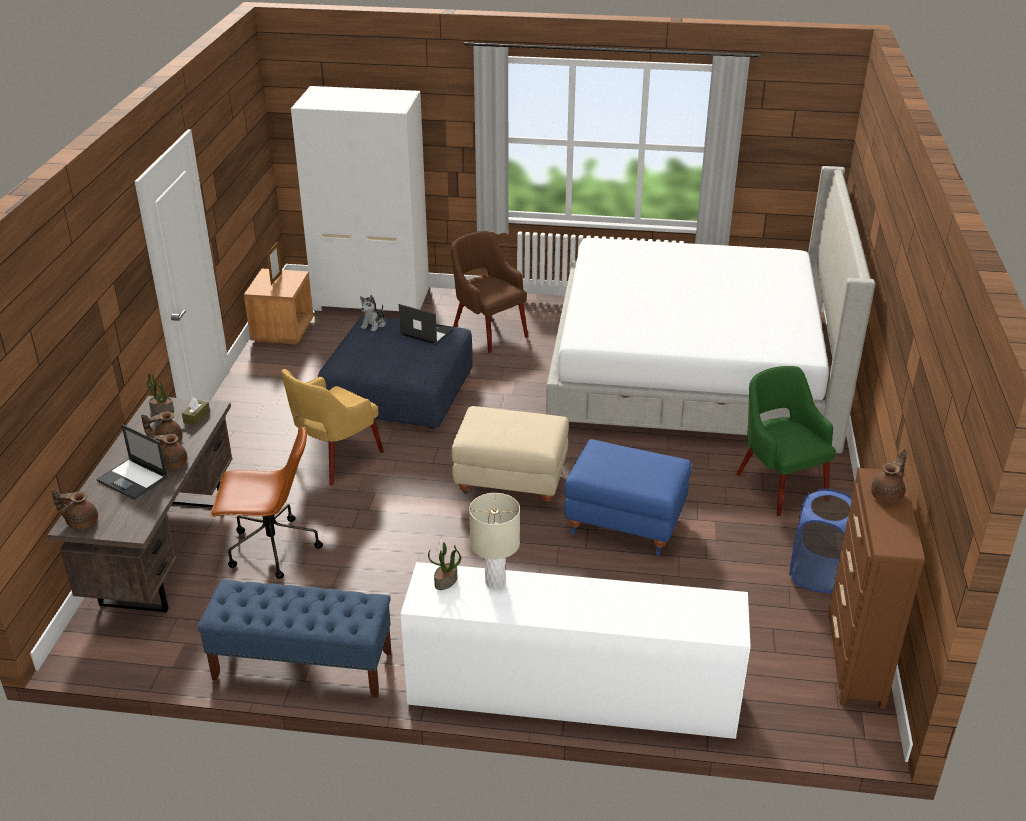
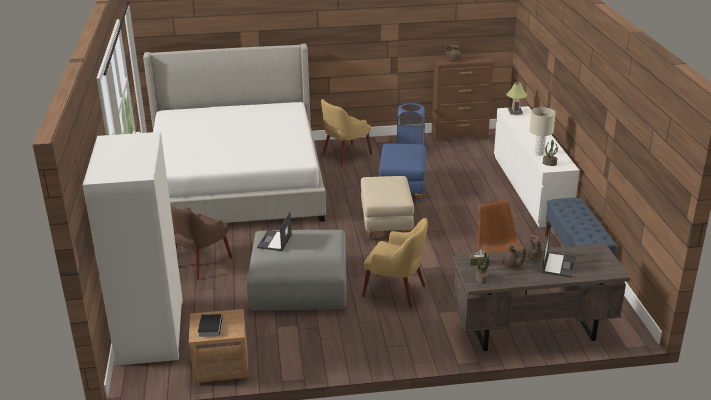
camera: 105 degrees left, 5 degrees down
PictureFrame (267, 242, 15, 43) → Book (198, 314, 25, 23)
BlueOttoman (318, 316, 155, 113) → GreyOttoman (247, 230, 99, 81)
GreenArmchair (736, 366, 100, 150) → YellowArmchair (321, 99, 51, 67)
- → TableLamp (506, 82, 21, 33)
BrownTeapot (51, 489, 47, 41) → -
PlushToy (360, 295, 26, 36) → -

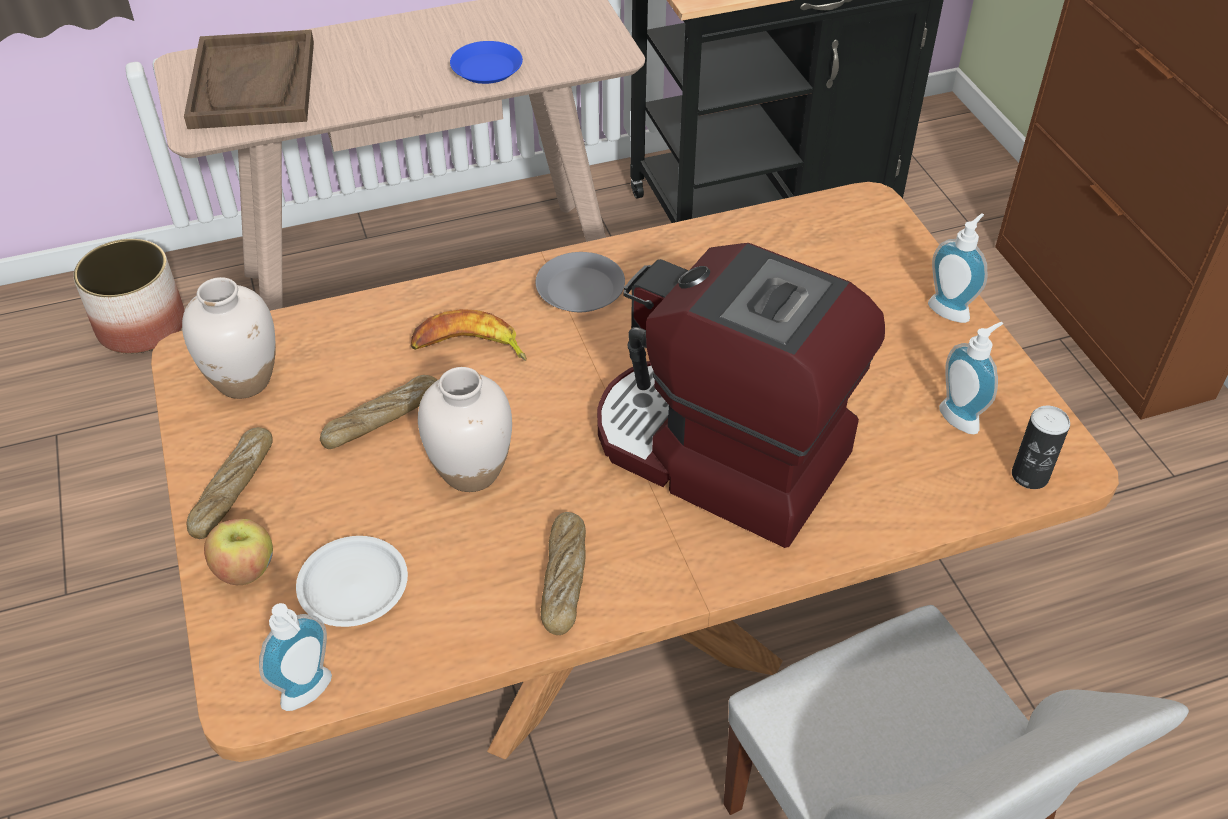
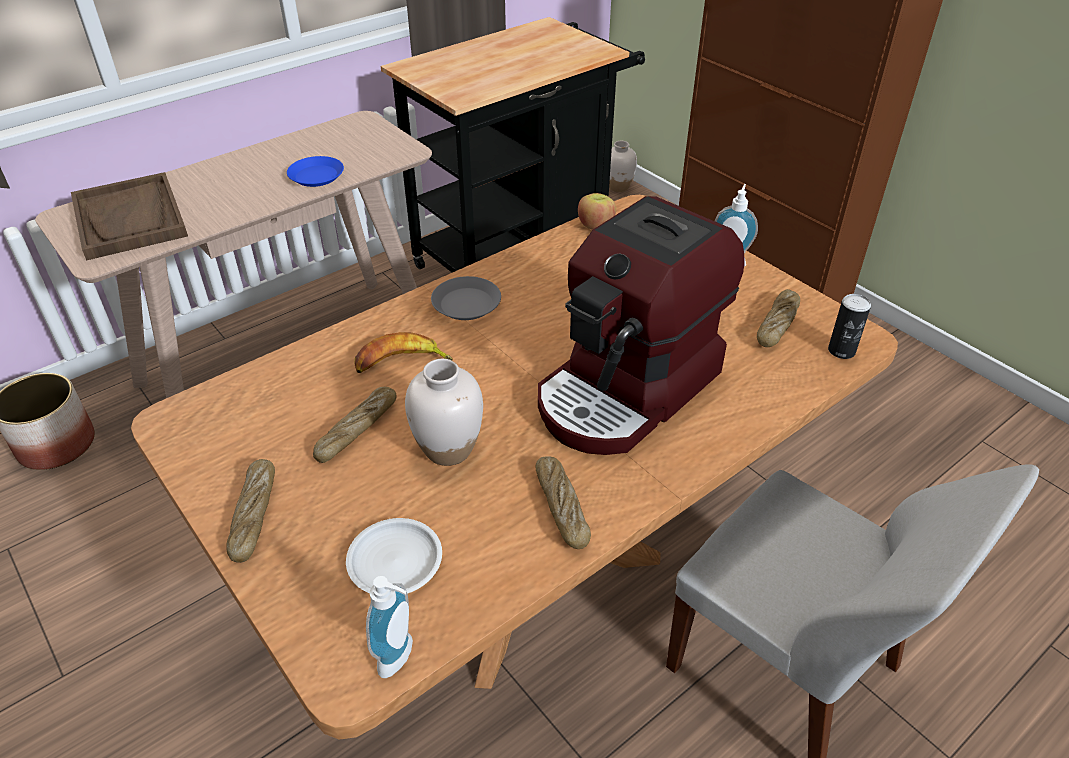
camera: 20 degrees left, 5 degrees down
CoffeeMachine (597, 243, 288, 305) → CoffeeMachine (538, 196, 207, 259), 60 degrees counterclockwise
Apple (204, 519, 69, 66) → Apple (578, 193, 38, 37), relocated
WhiteVase (182, 277, 94, 122) → WhiteVase (609, 141, 28, 51), relocated
SoapDispenser (939, 322, 64, 112) → Bread (757, 289, 43, 58)

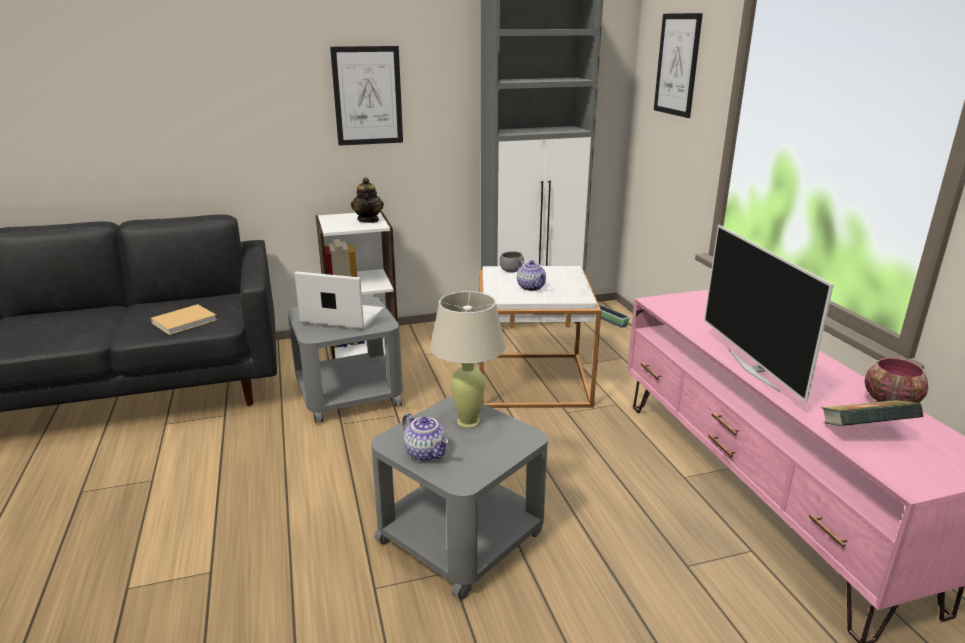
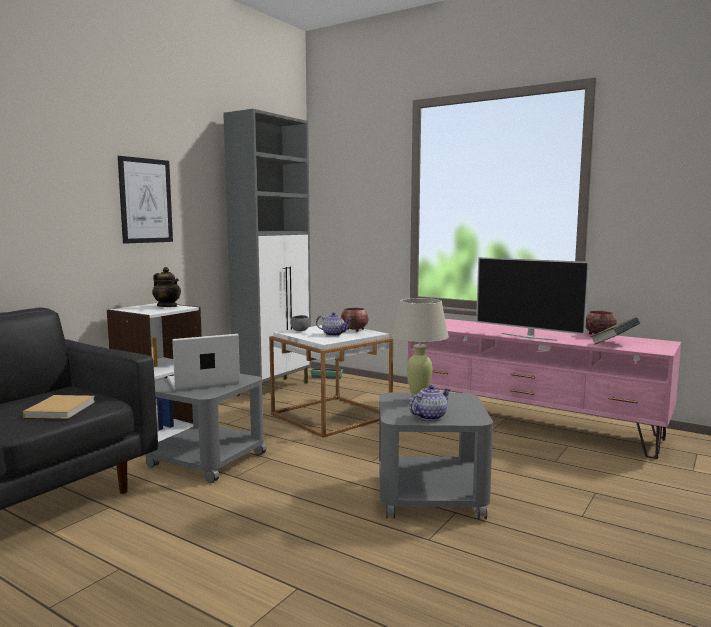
camera: 40 degrees left, 15 degrees down
- → Bowl (341, 308, 28, 24)
Teapot (402, 413, 47, 48) → Teapot (409, 385, 42, 36), 45 degrees counterclockwise
Picture (654, 13, 49, 105) → -

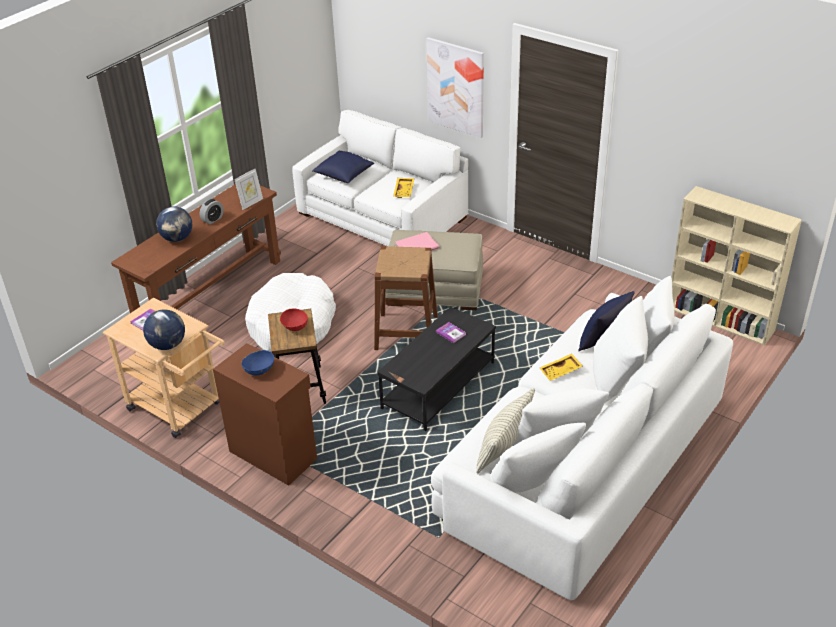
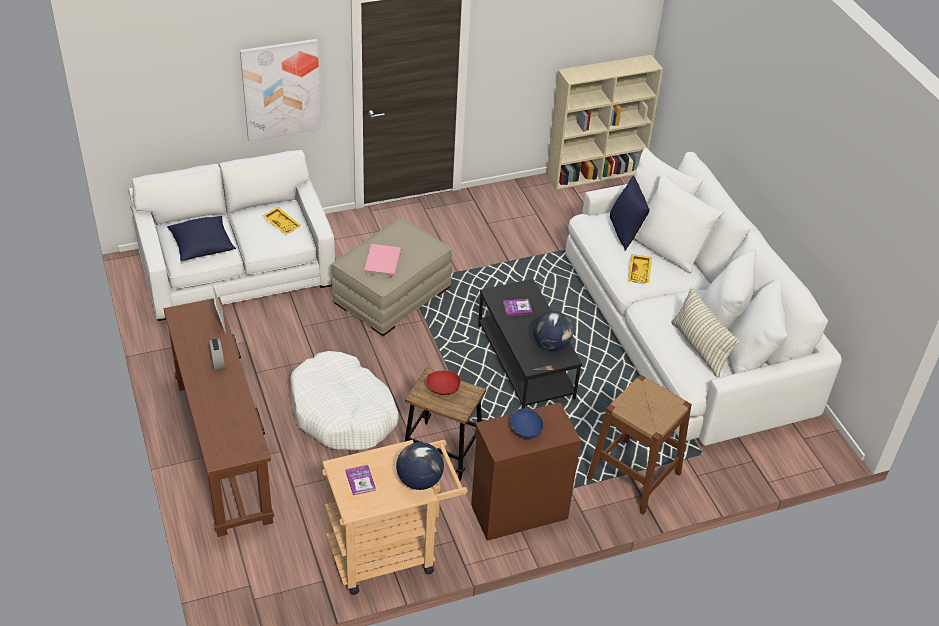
camera: 60 degrees left, 5 degrees up
Globe (156, 206, 36, 36) → Globe (534, 311, 39, 40), relocated
BrownStool (374, 246, 64, 104) → BrownStool (587, 375, 105, 140), relocated

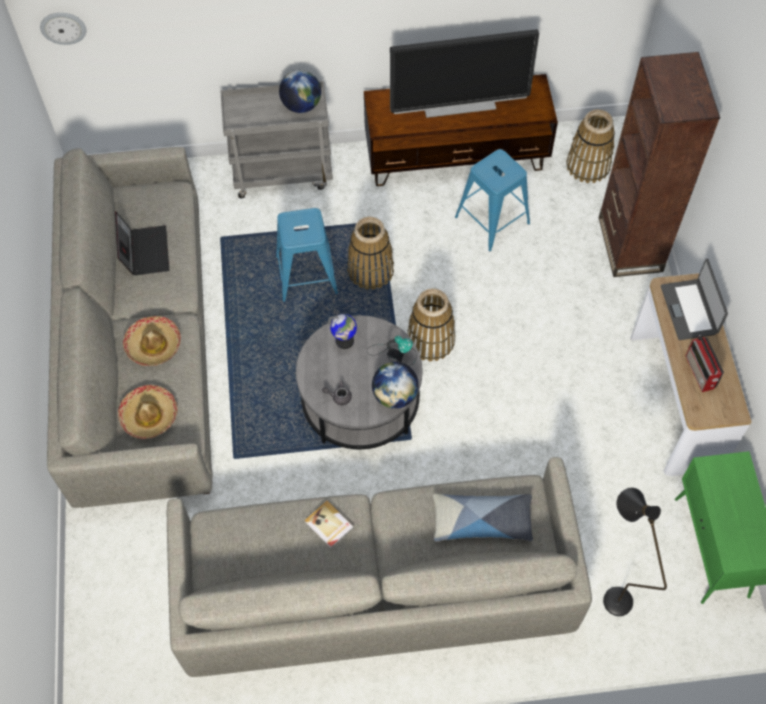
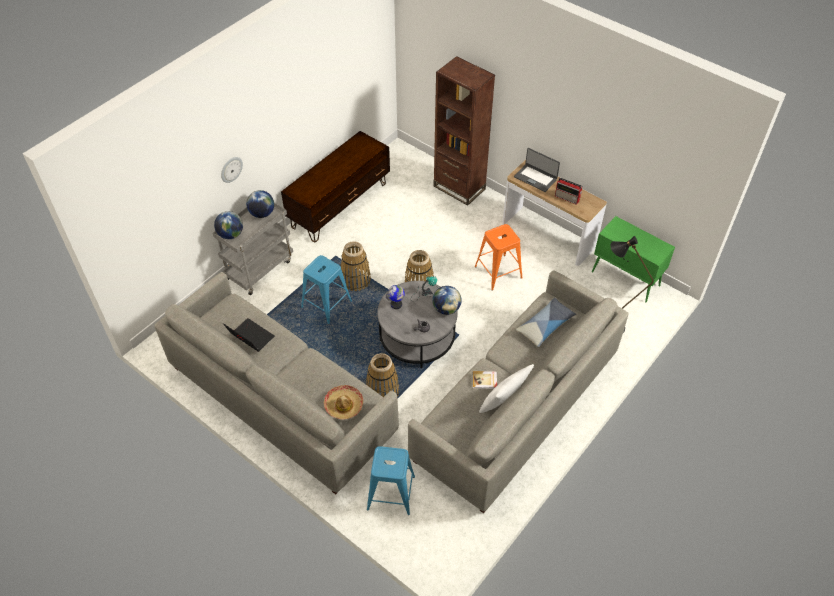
camera: 45 degrees left, 10 degrees down
- → Globe (214, 211, 29, 28)
WallClock (40, 13, 47, 32) → WallClock (221, 157, 22, 26), relocated
Basket (566, 109, 49, 74) → Basket (366, 353, 33, 44), relocated
BlueStool (455, 149, 75, 102) → BlueStool (367, 446, 48, 69), relocated
- → OrangeStool (475, 224, 47, 66)
- → WhitePillow (479, 364, 55, 49)
Hat (123, 316, 58, 50) → -
Television (390, 29, 149, 89) → -

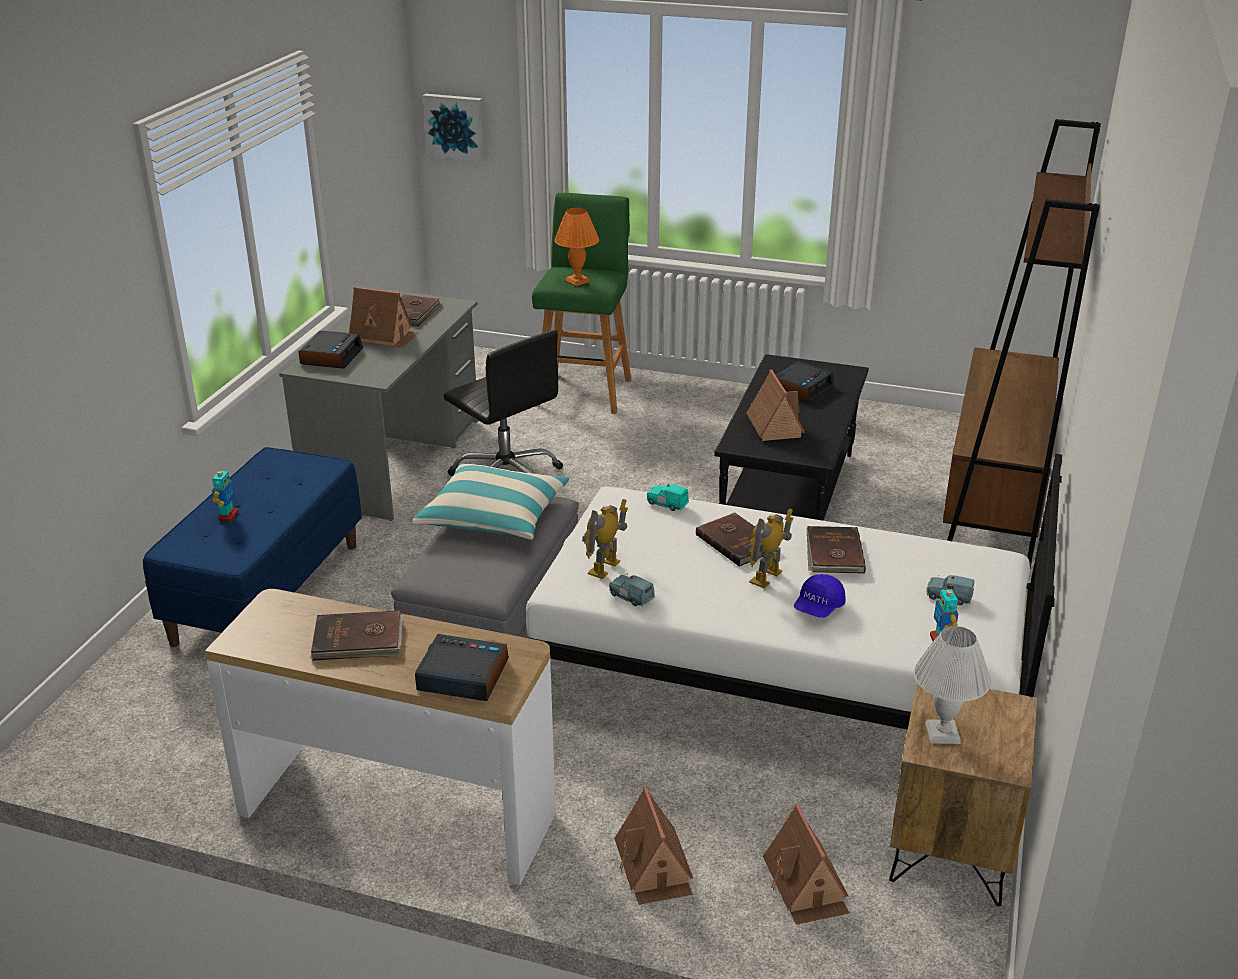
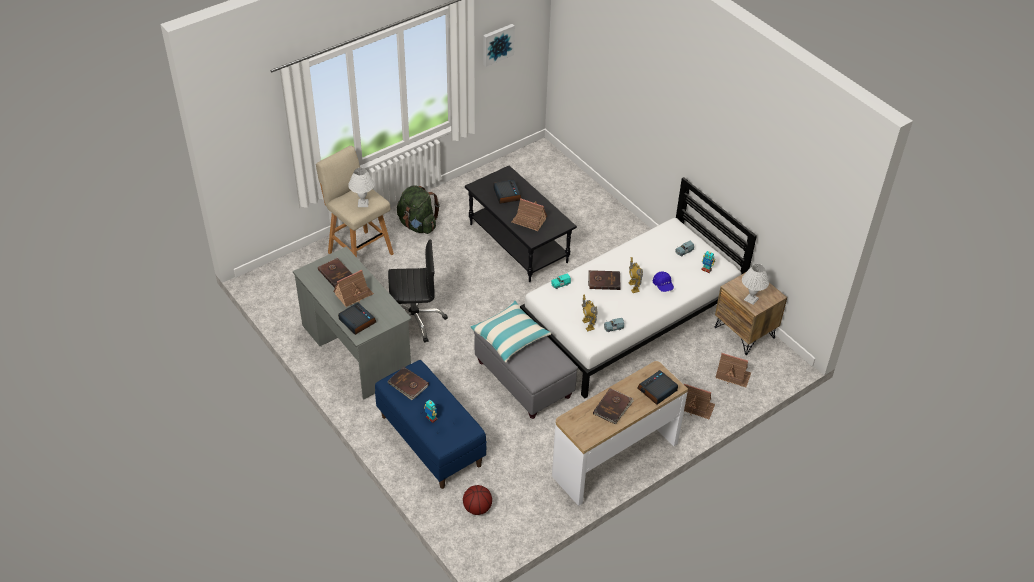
camera: 55 degrees left, 15 degrees up
GreenStool (532, 193, 99, 221) → BeigeStool (316, 145, 78, 112)
OrangeTableLamp (554, 208, 45, 78) → WhiteTableLamp (348, 168, 27, 39)
BrownBook (806, 526, 60, 48) → BrownBook (387, 367, 42, 33), relocated
- → GreenBackpack (397, 185, 43, 49)
- → Basketball (463, 485, 29, 30)
Picture (422, 94, 64, 68) → Picture (483, 24, 32, 43), relocated
BrownBookcase (942, 119, 159, 449) → -

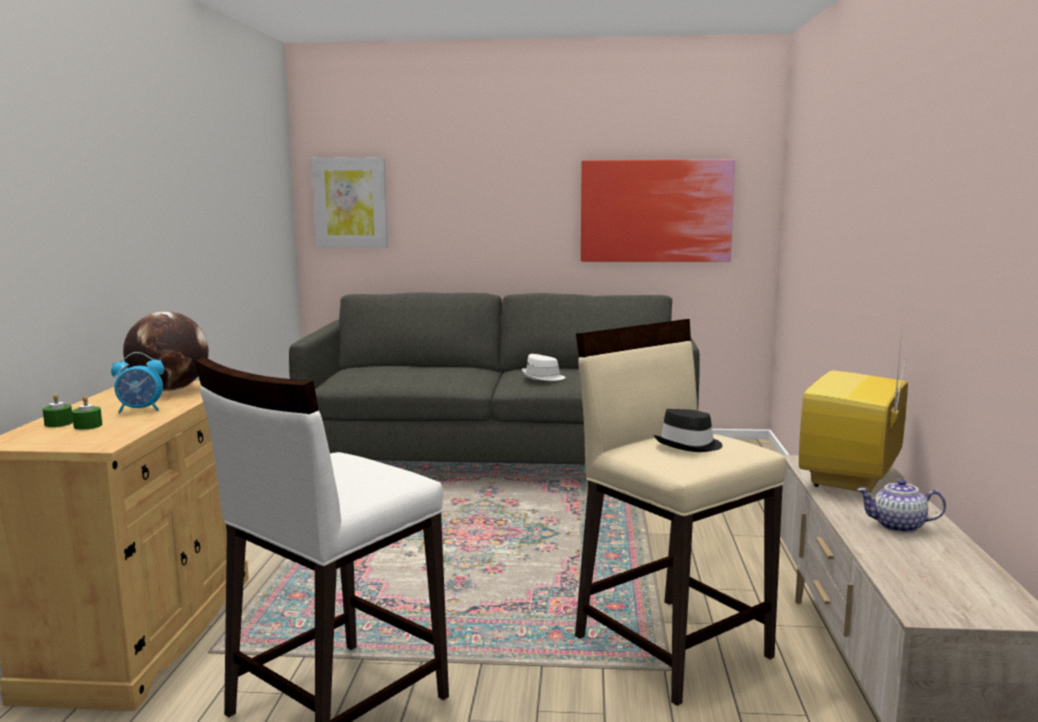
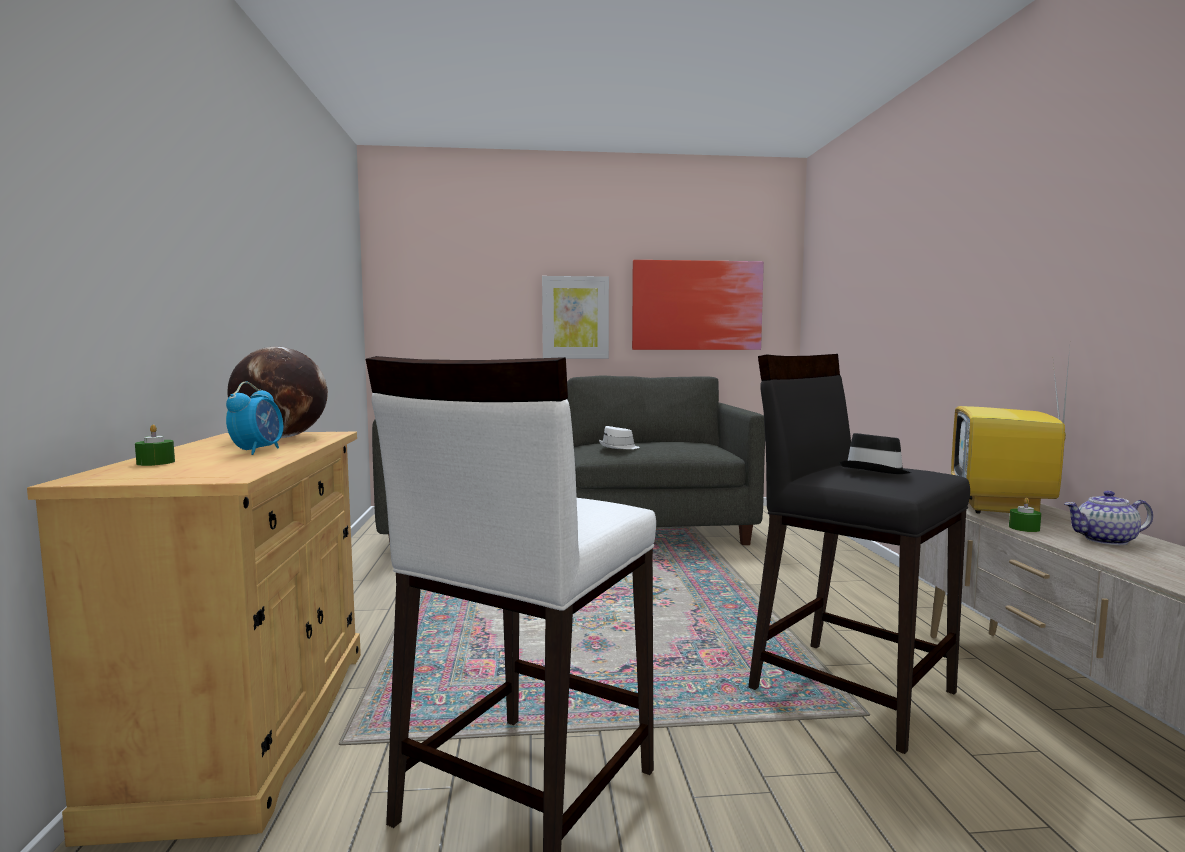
camera: 10 degrees left, 5 degrees down
AlarmClock (111, 352, 53, 61) → AlarmClock (226, 381, 57, 74), 60 degrees counterclockwise
Picture (311, 157, 77, 91) → Picture (542, 276, 67, 83), relocated
BeigeStool (575, 319, 211, 387) → BlackStool (748, 354, 222, 400)
GreenCandle (72, 396, 30, 34) → GreenCandle (1009, 498, 32, 34), relocated

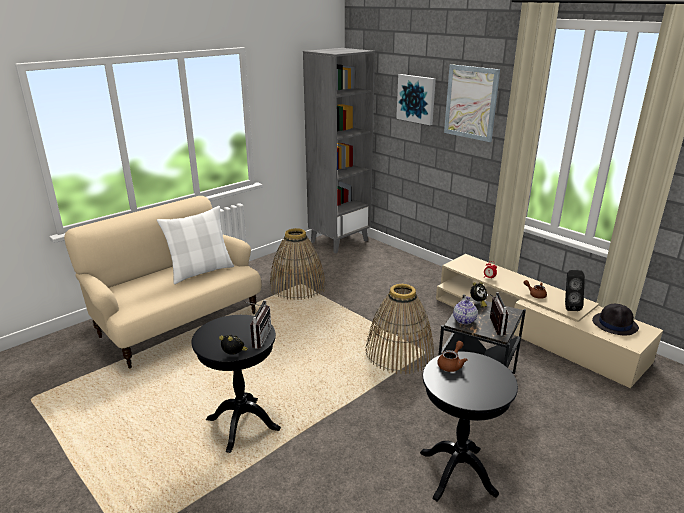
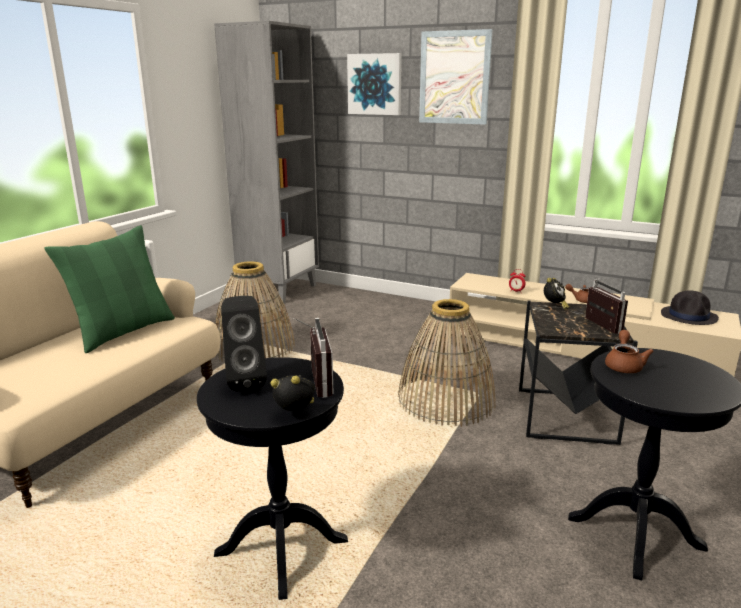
camera: 20 degrees left, 5 degrees down
WhitePillow (157, 206, 77, 78) → GreenPillow (44, 225, 131, 128)
BlackSpeaker (565, 270, 20, 41) → BlackSpeaker (221, 296, 46, 95), relocated
Teapot (453, 296, 25, 28) → -

